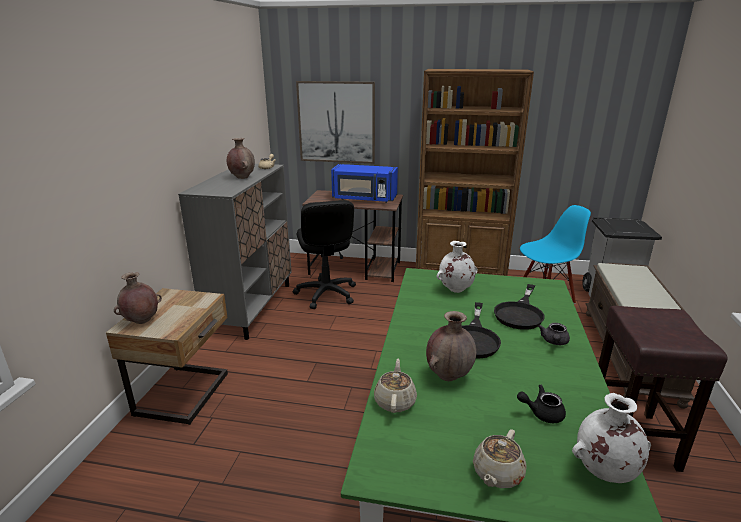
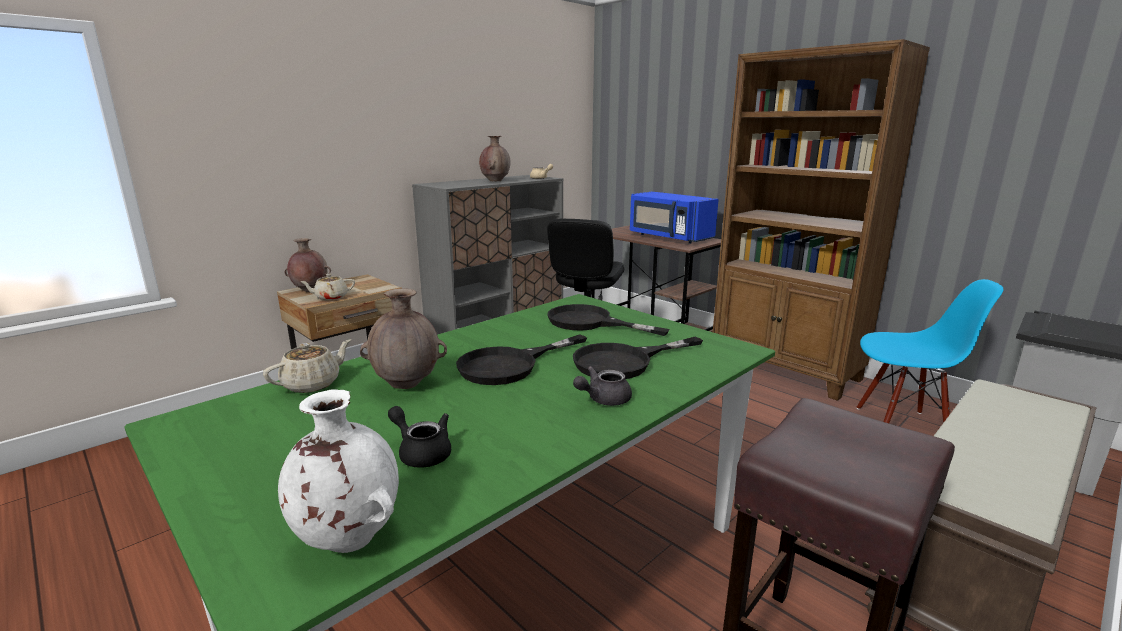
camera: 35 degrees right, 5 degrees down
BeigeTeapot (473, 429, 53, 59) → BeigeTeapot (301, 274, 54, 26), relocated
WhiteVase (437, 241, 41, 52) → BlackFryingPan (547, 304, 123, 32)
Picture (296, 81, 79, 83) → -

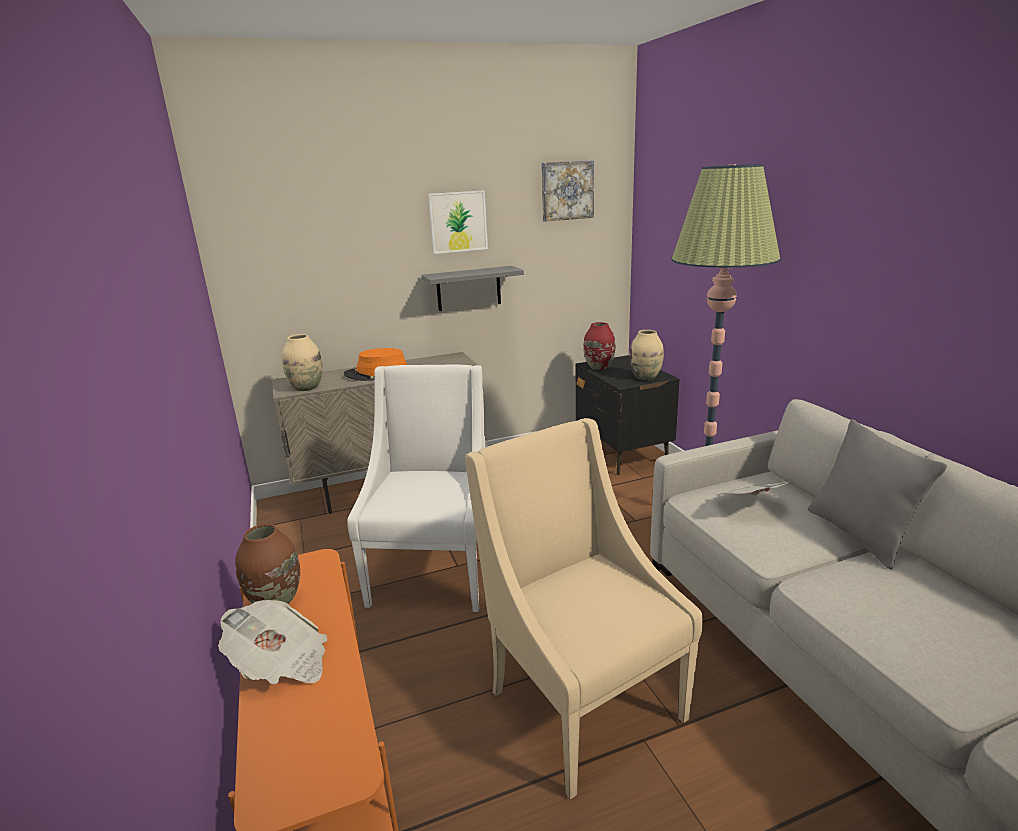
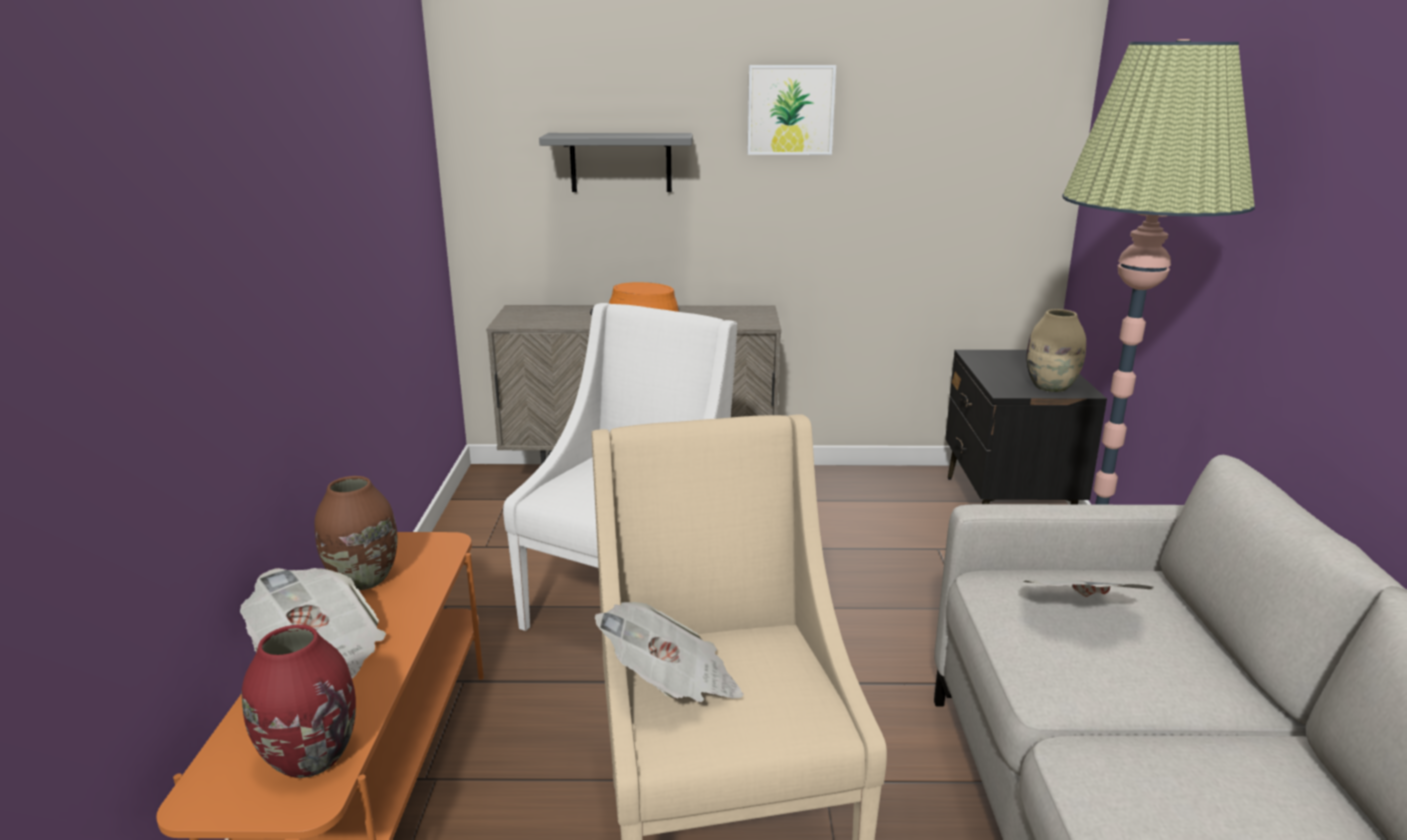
camera: 20 degrees right, 0 degrees up
RedVase (584, 322, 31, 48) → RedVase (241, 625, 115, 153), relocated
GreyShelf (421, 266, 103, 45) → GreyShelf (539, 133, 154, 59), relocated
- → Newspaper (595, 602, 149, 100)
BeigeVase (282, 334, 41, 57) → -
Picture (542, 160, 52, 61) → -
GreyPillow (808, 419, 139, 151) → -

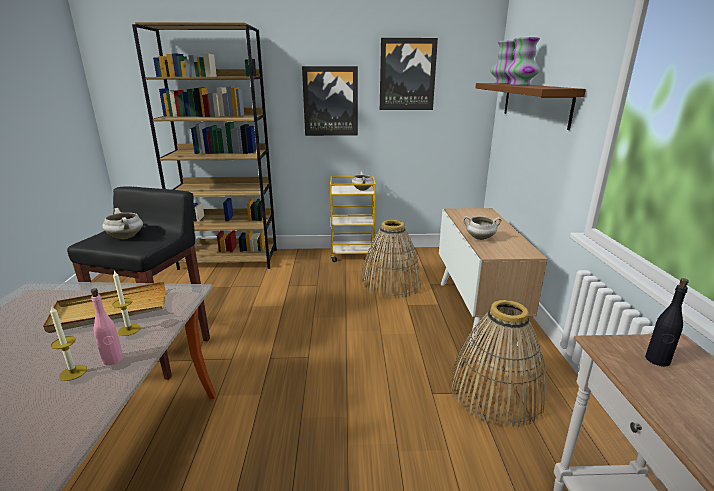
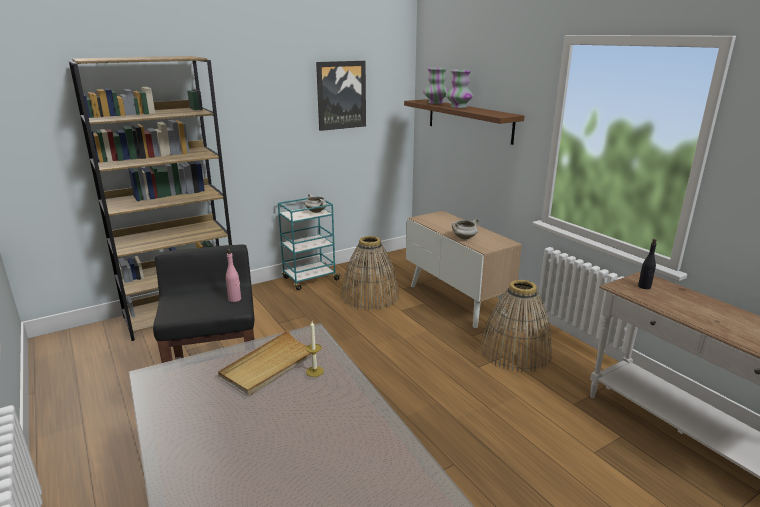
camera: 30 degrees left, 0 degrees up
PinkBottle (91, 288, 32, 77) → PinkBottle (226, 249, 15, 53), relocated
YellowCart (330, 176, 50, 86) → TurquoiseCart (278, 196, 64, 94)
Candle (50, 305, 37, 76) → -
WhiteCookingPot (102, 208, 41, 31) → -
Picture (302, 66, 56, 70) → -

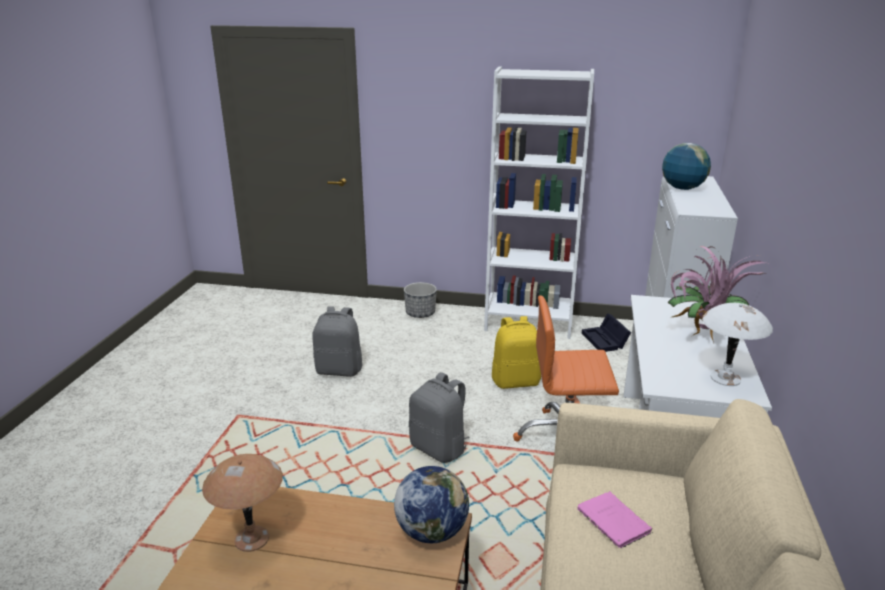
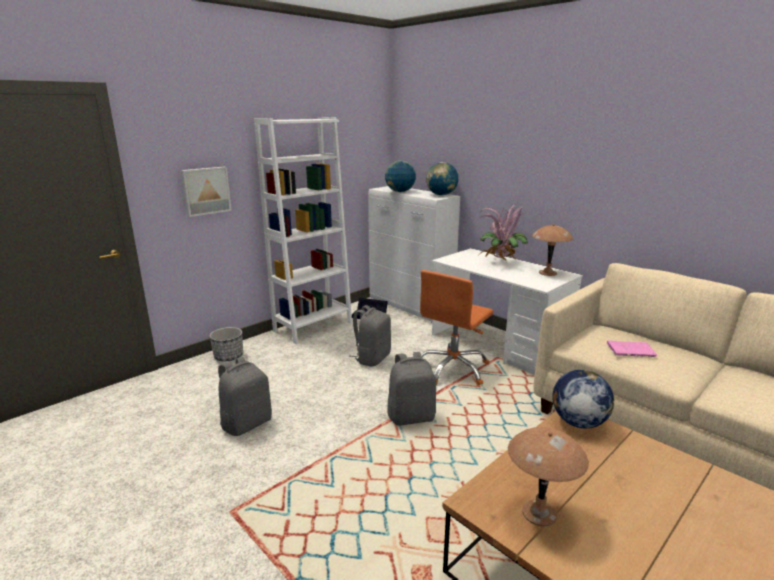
camera: 55 degrees left, 5 degrees down
- → Picture (181, 167, 51, 50)
YellowBackpack (492, 316, 49, 73) → GreyBackpack (349, 305, 42, 61)
- → Globe (426, 162, 32, 33)
WhiteTableLamp (702, 303, 71, 83) → BrownTableLamp (532, 224, 41, 52)

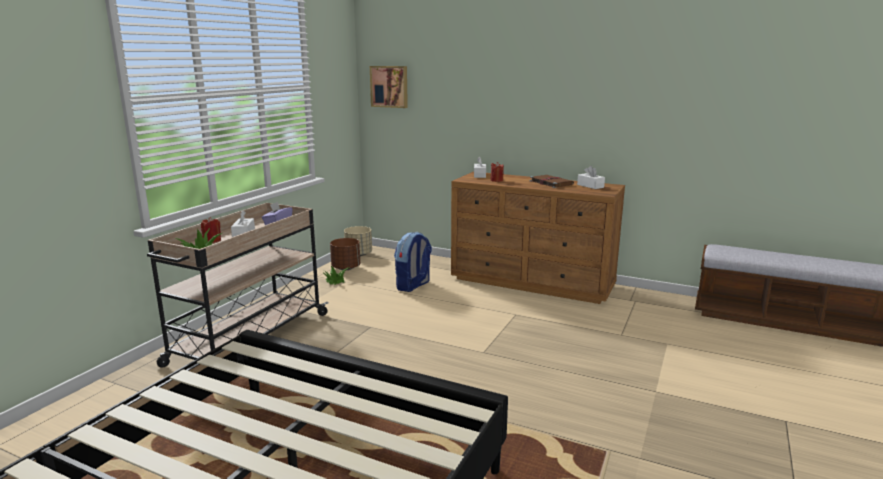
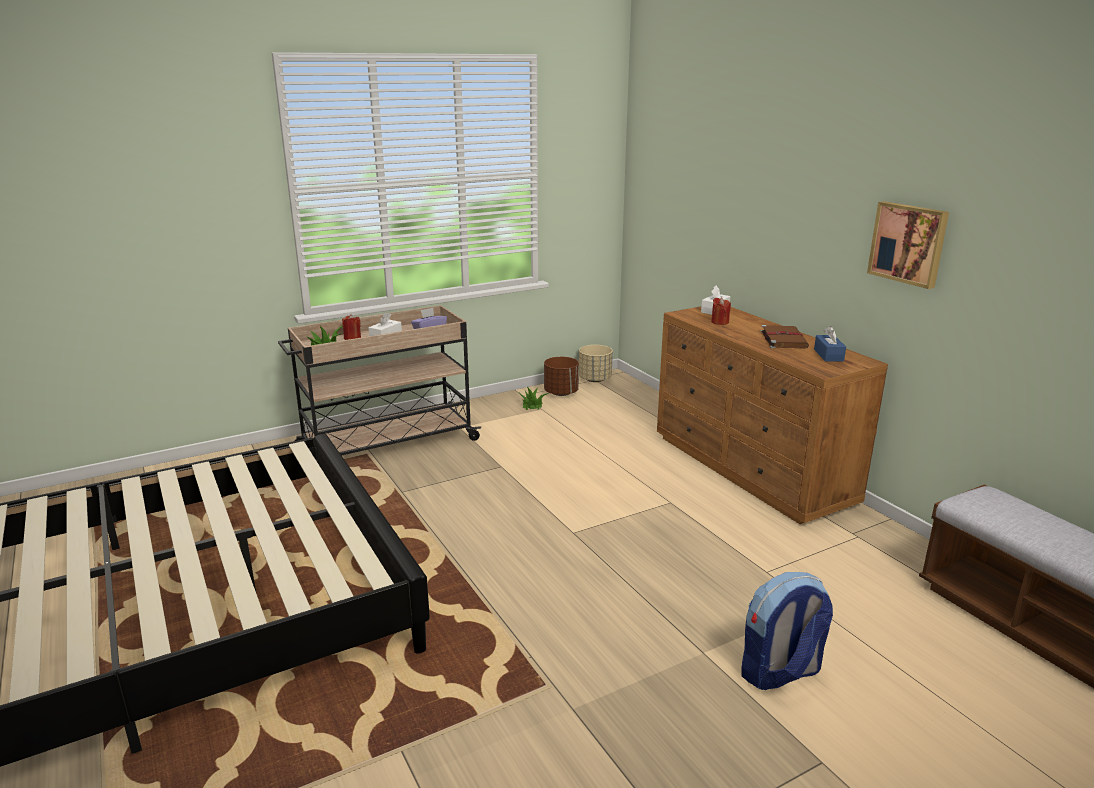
camera: 35 degrees right, 5 degrees up
Backpack (394, 232, 38, 60) → Backpack (741, 572, 92, 118), relocated
WhiteTissueBox (577, 166, 28, 23) → BlueTissueBox (814, 326, 32, 36)
Picture (370, 66, 38, 42) → Picture (867, 201, 82, 88), relocated

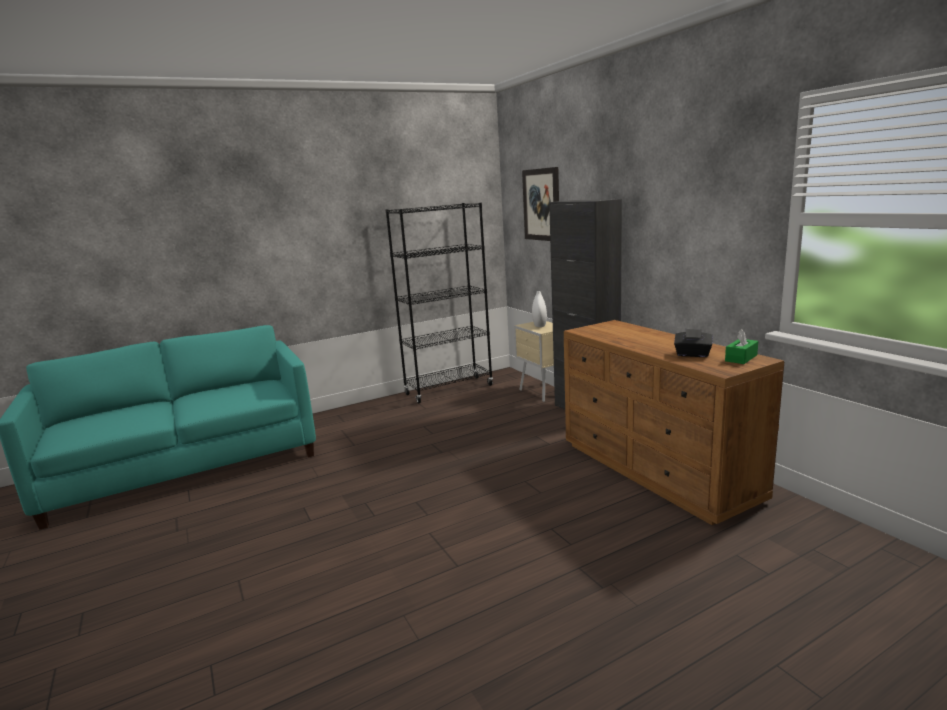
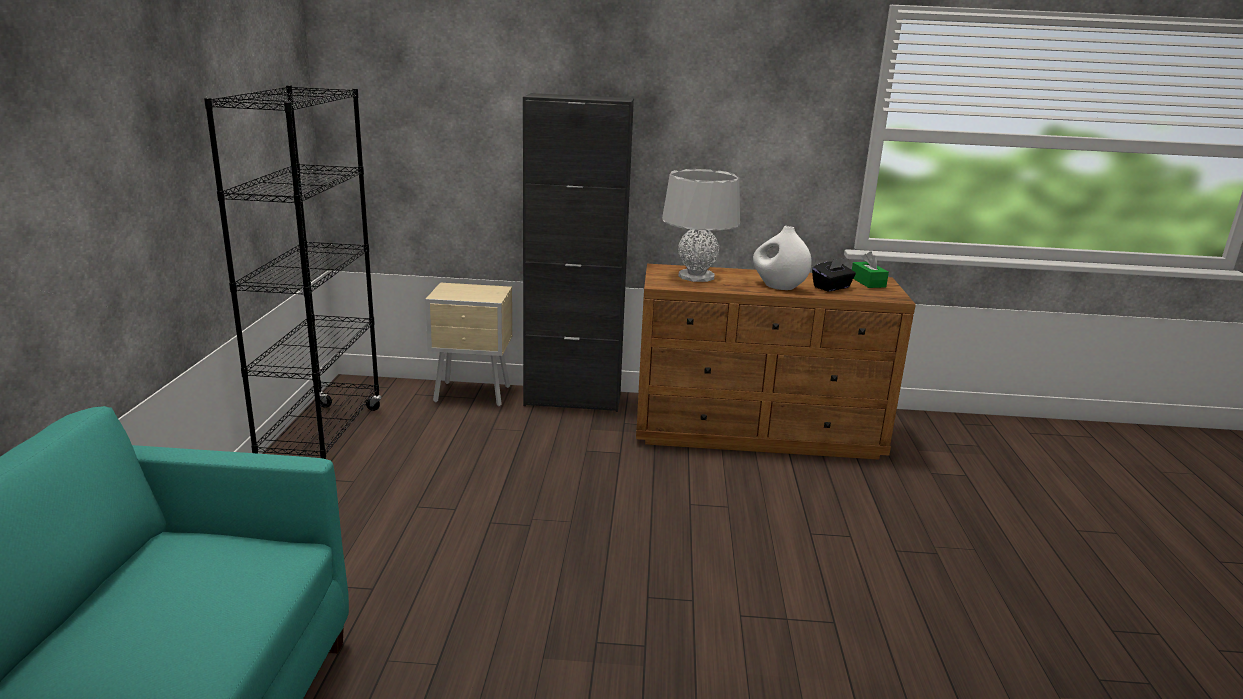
camera: 60 degrees left, 5 degrees up
- → GreyTableLamp (662, 169, 78, 113)
WhiteVase (532, 291, 15, 36) → WhiteVase (753, 226, 59, 64), relocated
Picture (522, 167, 37, 74) → -

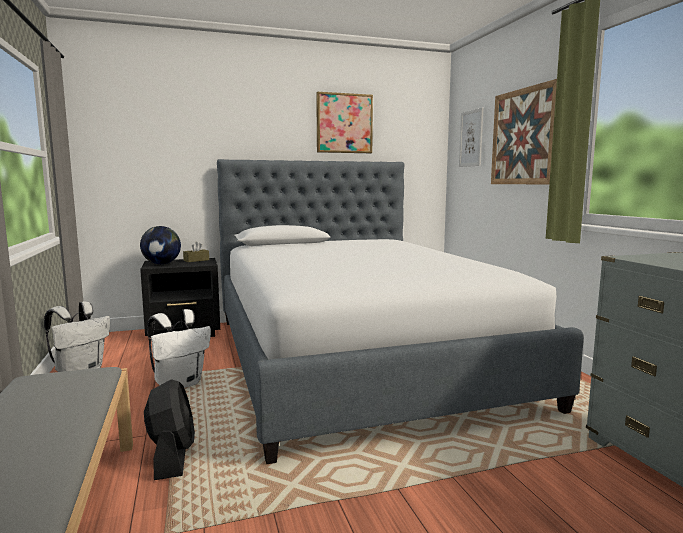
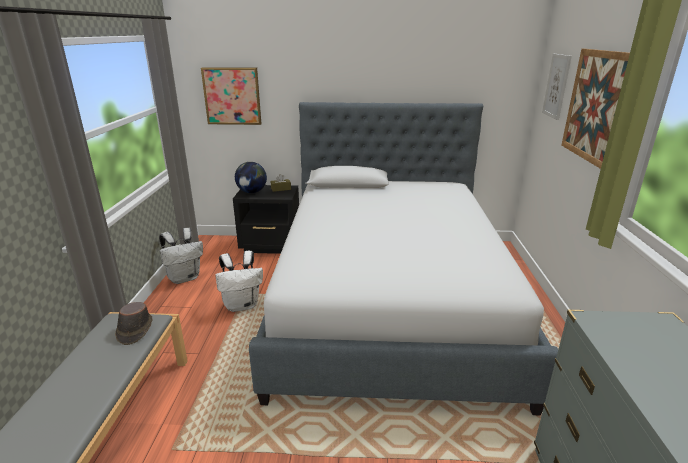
camera: 20 degrees right, 15 degrees up
- → BrownHat (115, 302, 38, 43)
Picture (316, 92, 57, 61) → Picture (201, 67, 60, 58), relocated
BlackFan (144, 379, 51, 101) → -

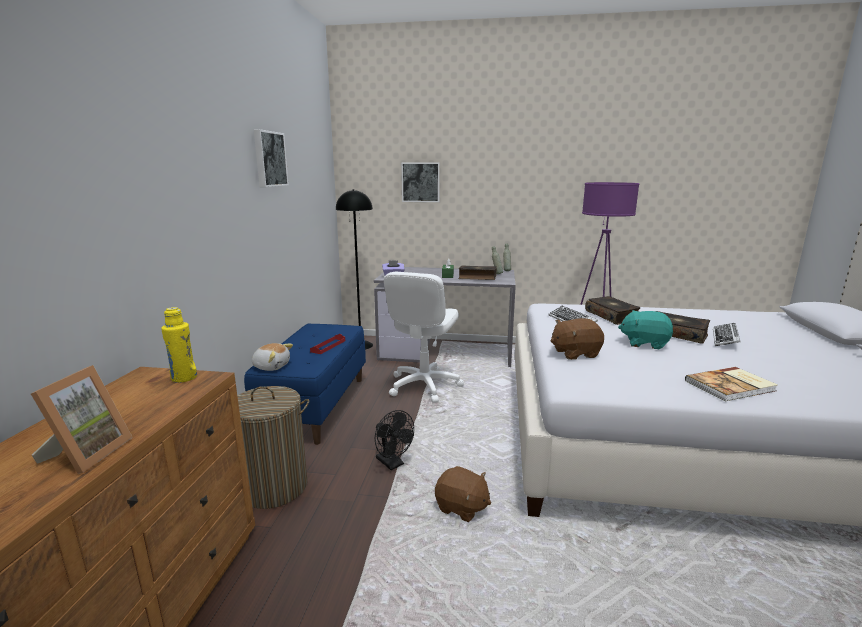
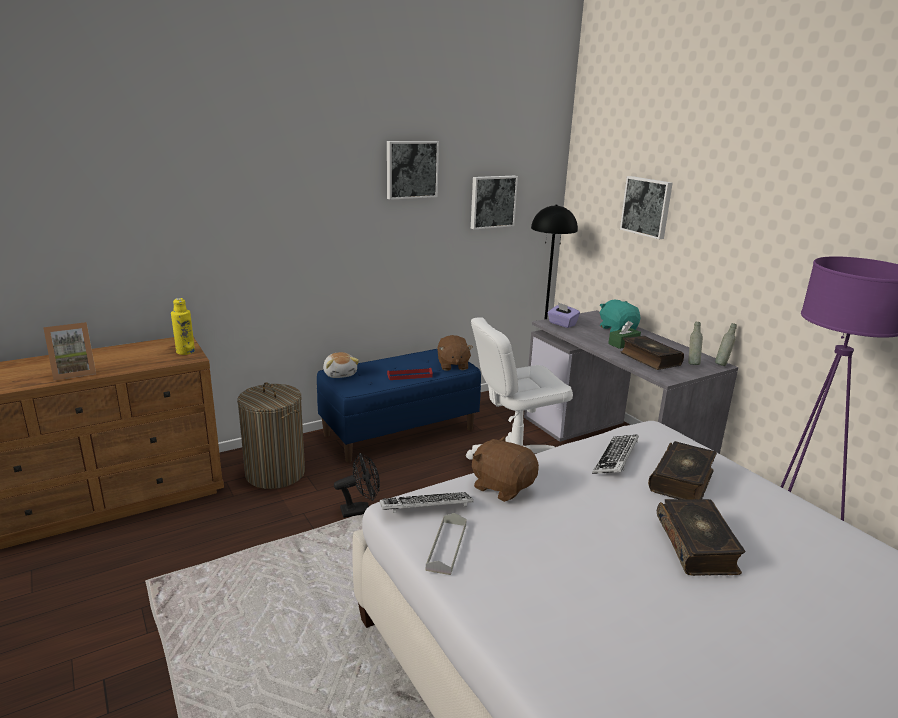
camera: 50 degrees right, 5 degrees up
BlackFan (375, 410, 39, 60) → BlackFan (334, 453, 46, 65), 120 degrees counterclockwise
Keyboard (713, 323, 28, 23) → Keyboard (380, 492, 93, 21), relocated
- → GreyTray (426, 513, 41, 62)
BrownPlushToy (435, 466, 56, 56) → BrownPlushToy (437, 335, 36, 36), relocated
- → Picture (471, 176, 47, 54)
TurquoisePlushToy (618, 310, 55, 39) → TurquoisePlushToy (600, 300, 40, 32), relocated
Book (685, 367, 93, 34) → -

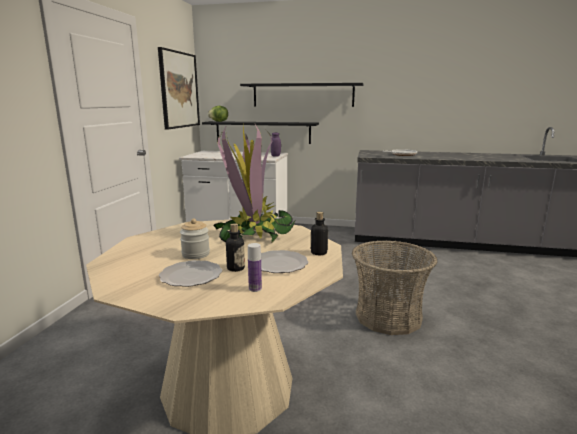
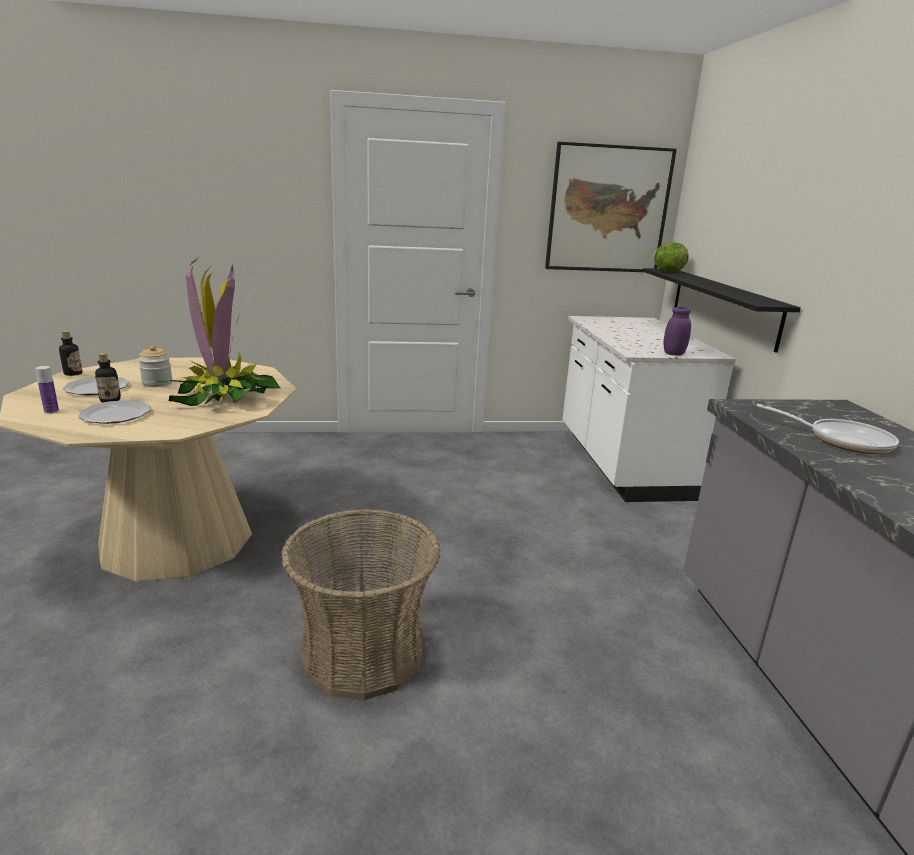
camera: 70 degrees right, 5 degrees up
Bottle (311, 212, 17, 43) → Bottle (59, 331, 23, 45), relocated
BlackShelf (240, 83, 123, 24) → -

